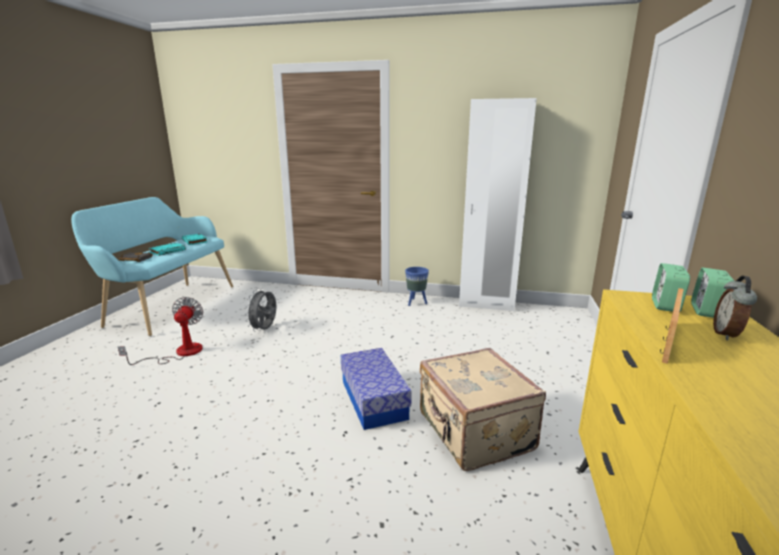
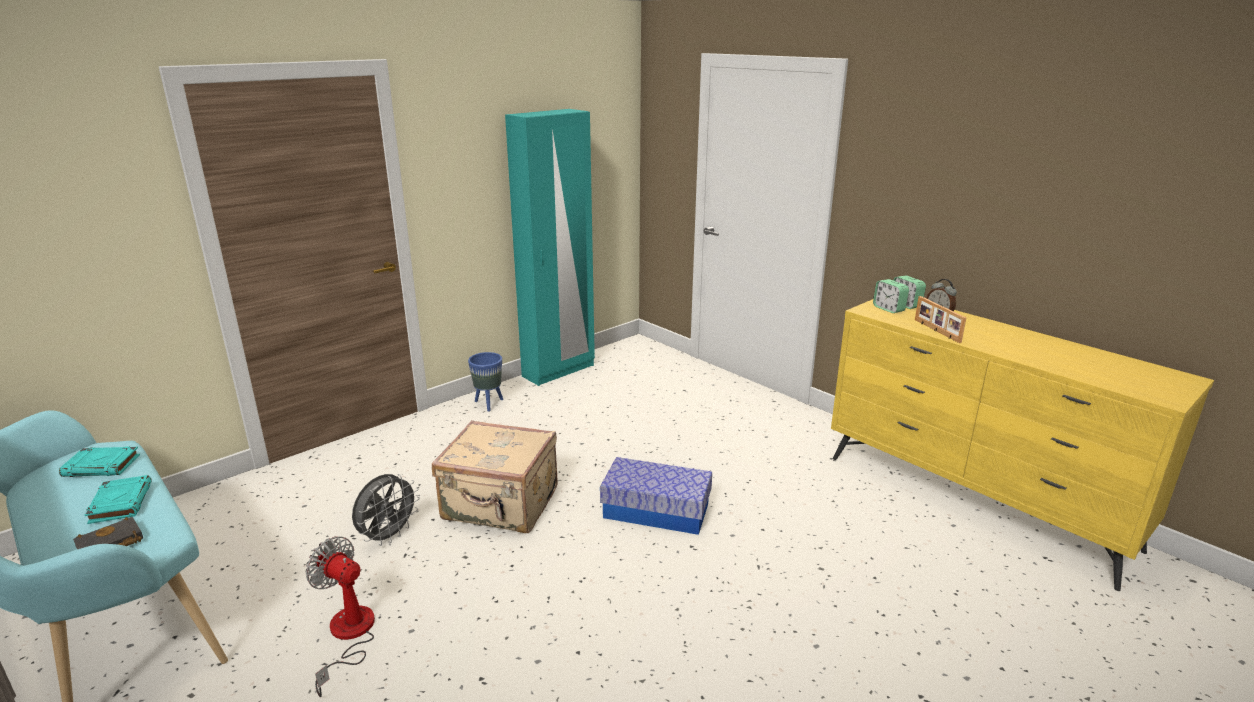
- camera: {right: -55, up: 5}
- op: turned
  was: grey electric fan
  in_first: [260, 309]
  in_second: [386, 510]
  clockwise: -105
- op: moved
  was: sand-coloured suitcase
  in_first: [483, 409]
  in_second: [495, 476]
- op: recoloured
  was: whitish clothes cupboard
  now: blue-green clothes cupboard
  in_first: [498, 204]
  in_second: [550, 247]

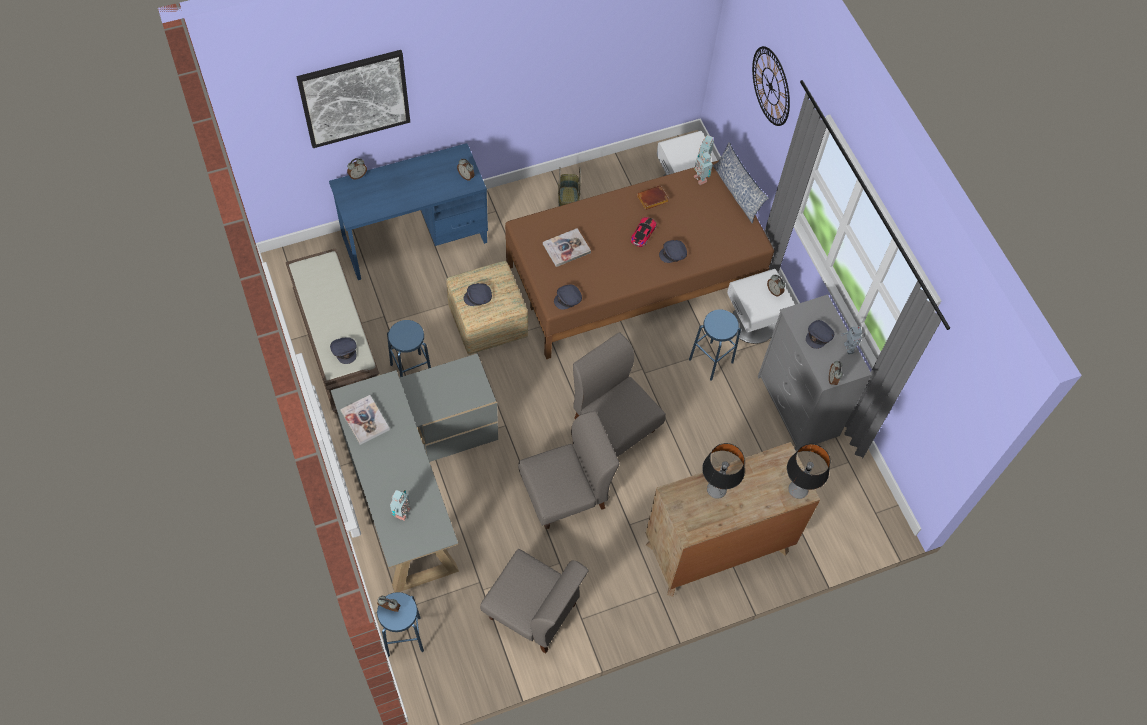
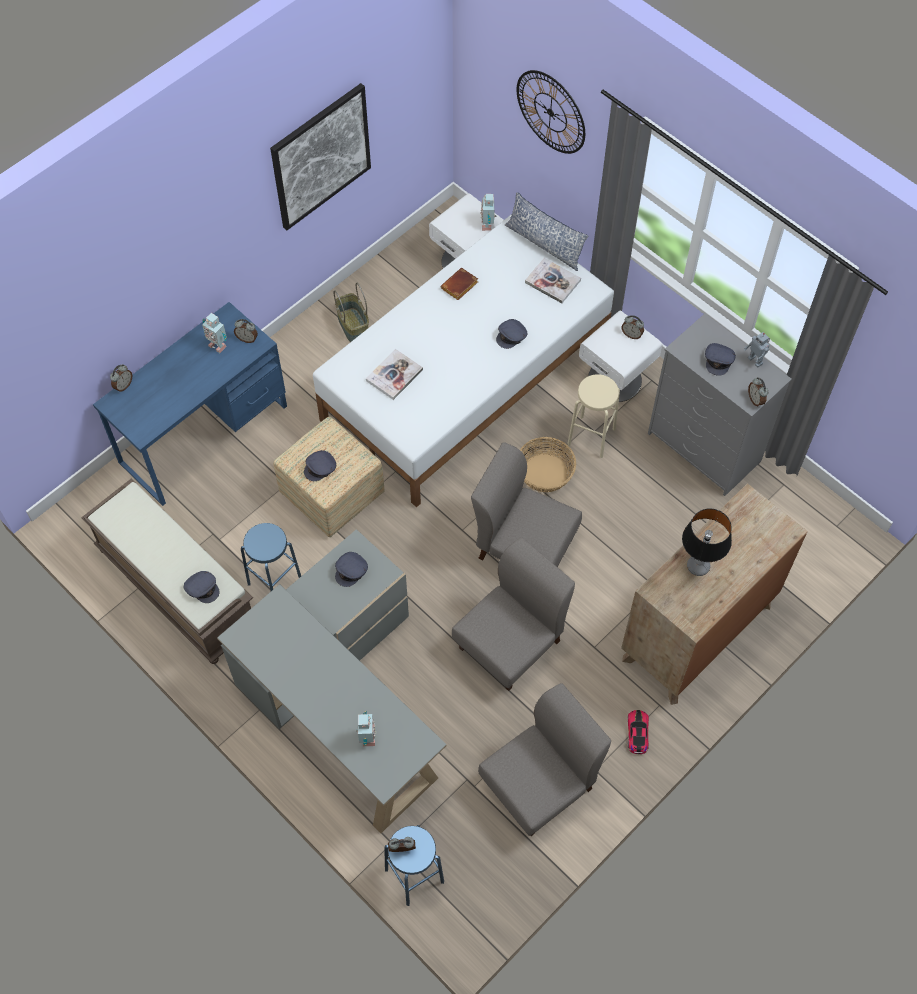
- camera: {right: -20, up: 0}
- op: moved
  was: picture
  in_first: [353, 99]
  in_second: [320, 156]
- op: moved
  was: bound book
  in_first: [365, 420]
  in_second: [553, 280]
- op: turned
  was: grey upright chair
  in_first: [534, 601]
  in_second: [544, 759]
  clockwise: -45
- op: recoloured
  was: brown-coloured bed
  now: whitish bed
  in_first: [639, 259]
  in_second: [463, 360]
- op: moved
  was: grey peaked cap
  in_first: [568, 297]
  in_second: [351, 569]
- op: moved
  was: miniature car
  in_first: [644, 232]
  in_second: [638, 732]
- op: recoloured
  was: blue-coloured stool seat
  now: sand-coloured stool seat
  in_first: [715, 345]
  in_second: [593, 416]
- op: moved
  was: model robot
  in_first: [703, 168]
  in_second: [214, 333]
- op: removed
  was: table lamp
  in_first: [808, 471]
- op: added
  now: storage basket
  in_second: [548, 464]

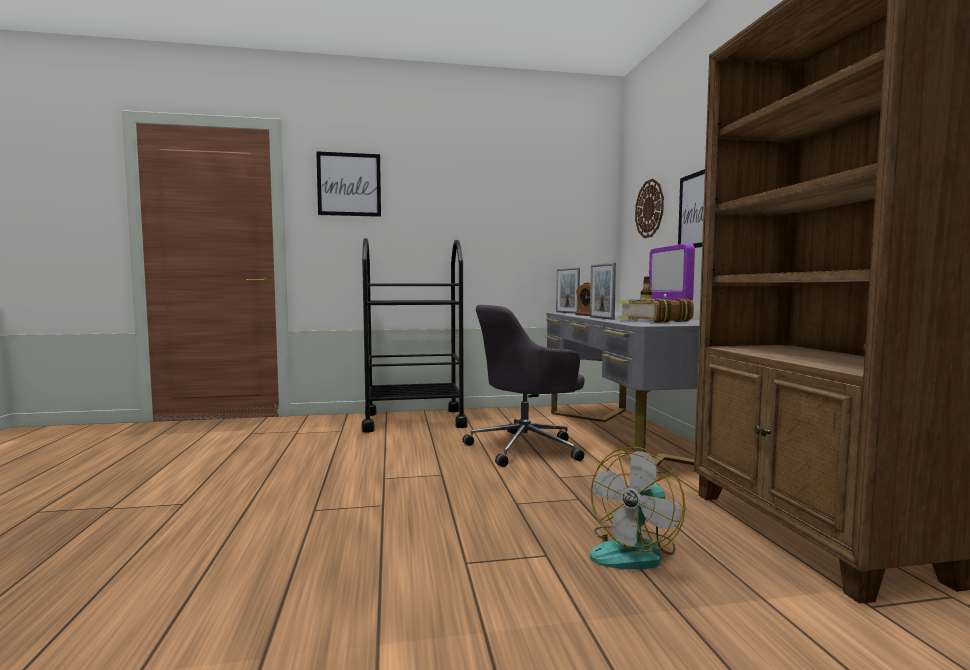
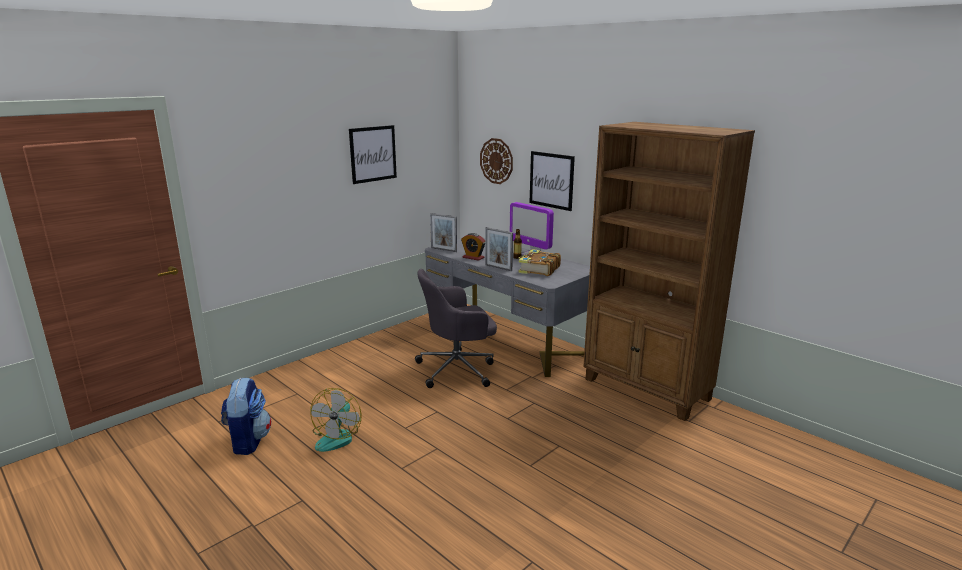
- camera: {right: -35, up: 15}
- op: moved
  was: picture
  in_first: [348, 184]
  in_second: [373, 154]
- op: removed
  was: blackish wheeled cart
  in_first: [415, 335]
- op: turned
  was: grey desk chair
  in_first: [523, 386]
  in_second: [456, 328]
  clockwise: 45
- op: moved
  was: electric fan
  in_first: [637, 508]
  in_second: [335, 420]
- op: added
  now: knapsack
  in_second: [246, 416]

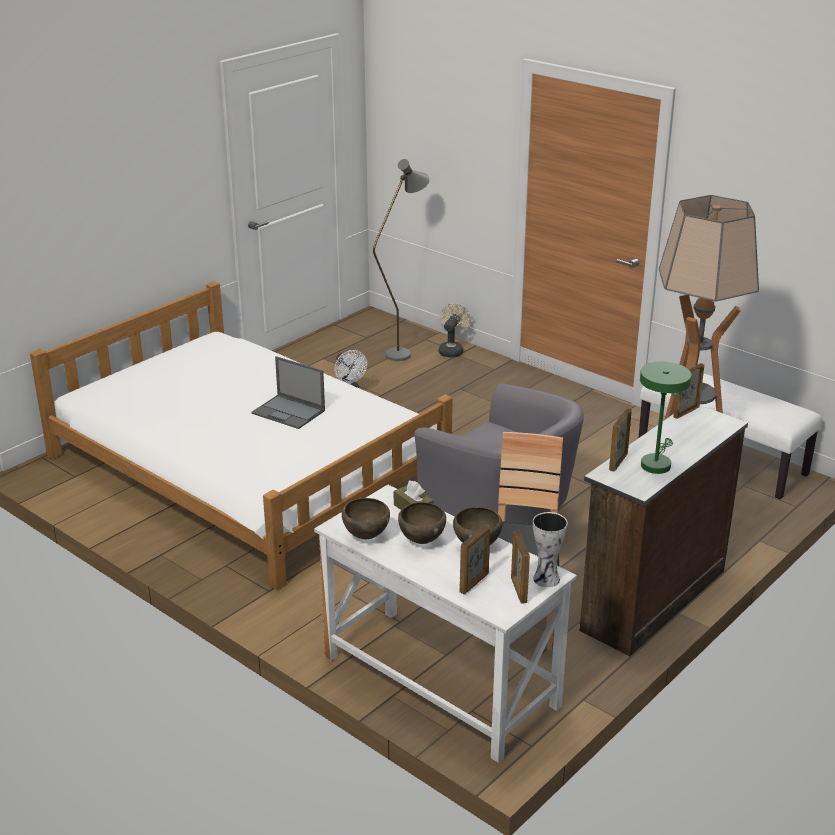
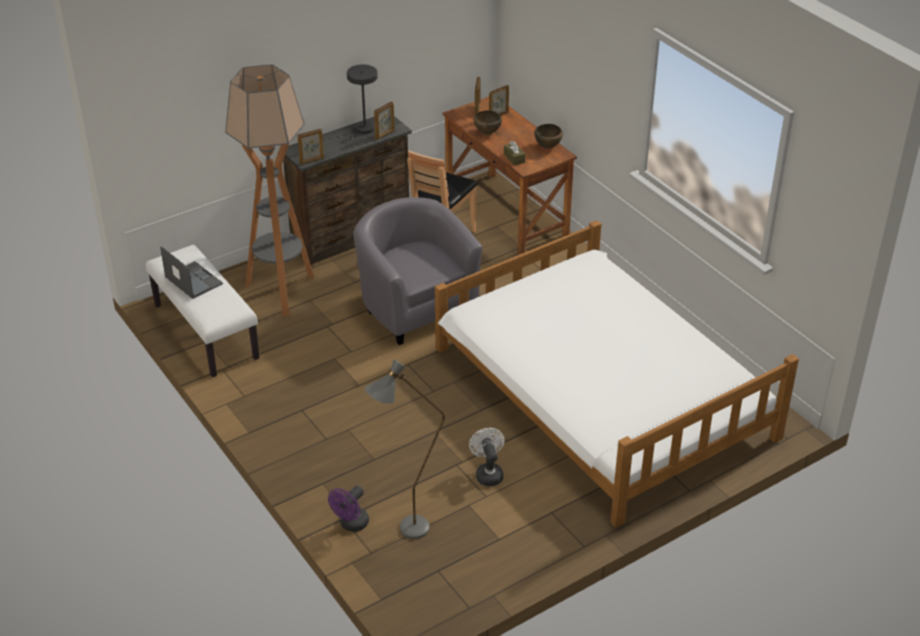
- camera: {right: -165, up: 10}
- op: moved
  was: laptop
  in_first: [288, 392]
  in_second: [191, 272]
- op: recoloured
  was: whitish desk table
  now: brown-coloured desk table
  in_first: [445, 624]
  in_second: [510, 176]
- op: removed
  was: brown-coloured serving bowl
  in_first: [422, 523]
- op: recoloured
  was: sand-coloured electric fan
  now: purple-coloured electric fan
  in_first: [455, 330]
  in_second: [348, 508]
- op: removed
  was: flower vase
  in_first: [550, 549]
- op: recoloured
  was: green-coloured table lamp
  now: grey table lamp
  in_first: [666, 418]
  in_second: [359, 103]

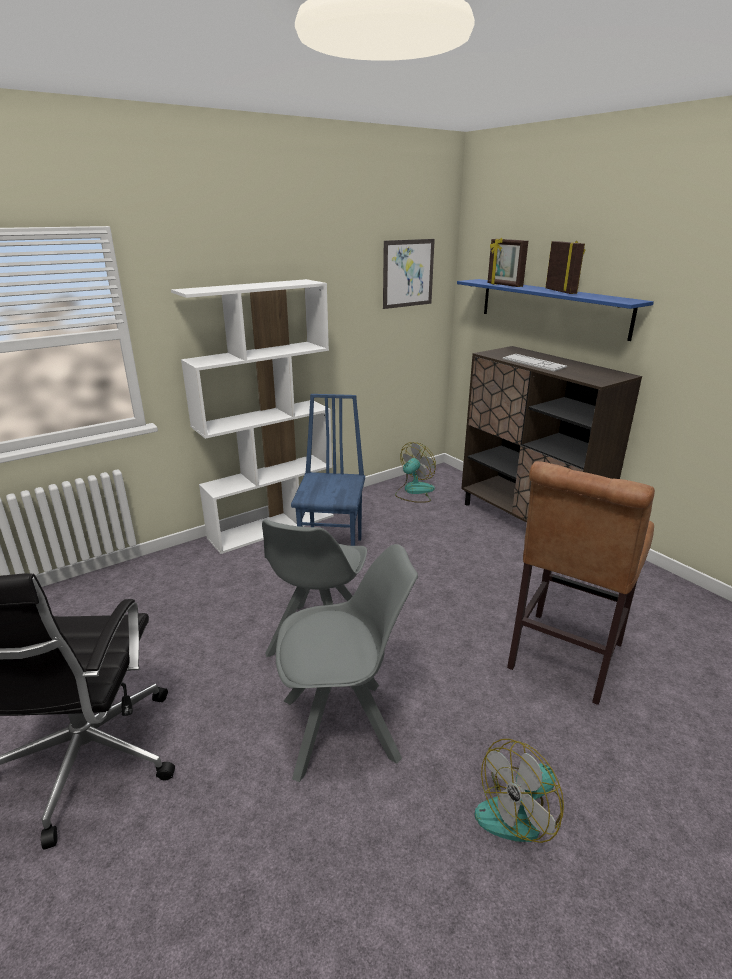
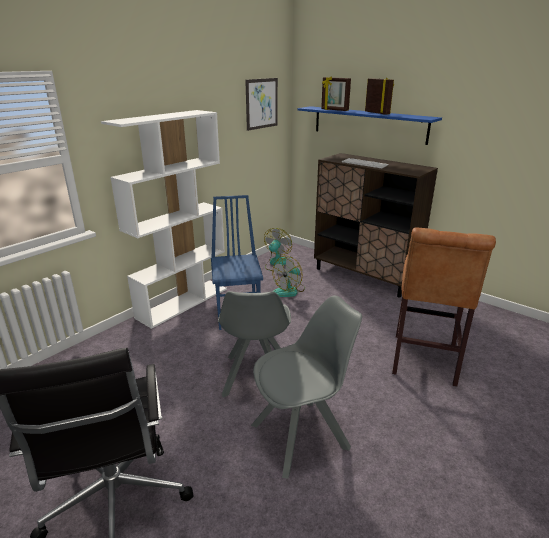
- camera: {right: -15, up: 0}
- op: moved
  was: electric fan
  in_first: [519, 791]
  in_second: [288, 276]

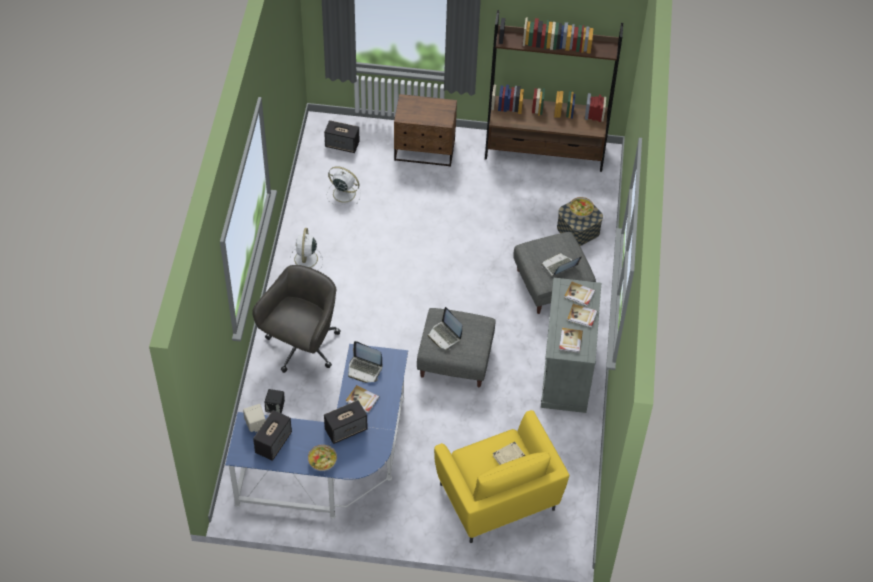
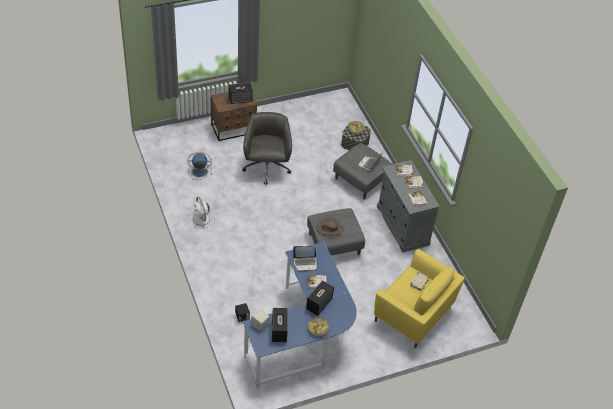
- camera: {right: -30, up: -5}
- op: moved
  was: grey desk chair
  in_first: [296, 319]
  in_second: [267, 148]
- op: moved
  was: loudspeaker
  in_first: [342, 136]
  in_second: [241, 93]
- op: recoloured
  was: whitish electric fan
  now: blue-coloured electric fan
  in_first: [343, 185]
  in_second: [200, 166]
- op: replaced
  was: laptop
  now: brown-coloured clothing hat
  in_first: [445, 328]
  in_second: [330, 227]
- op: removed
  was: brown-coloured shelving unit
  in_first: [554, 91]

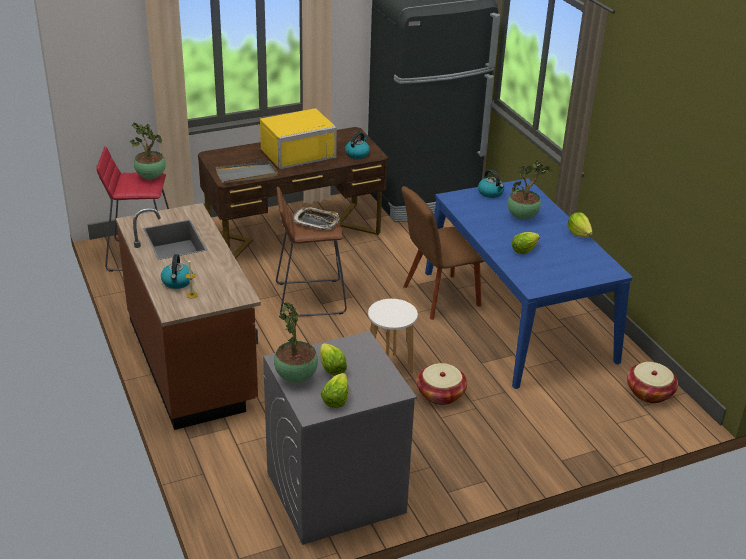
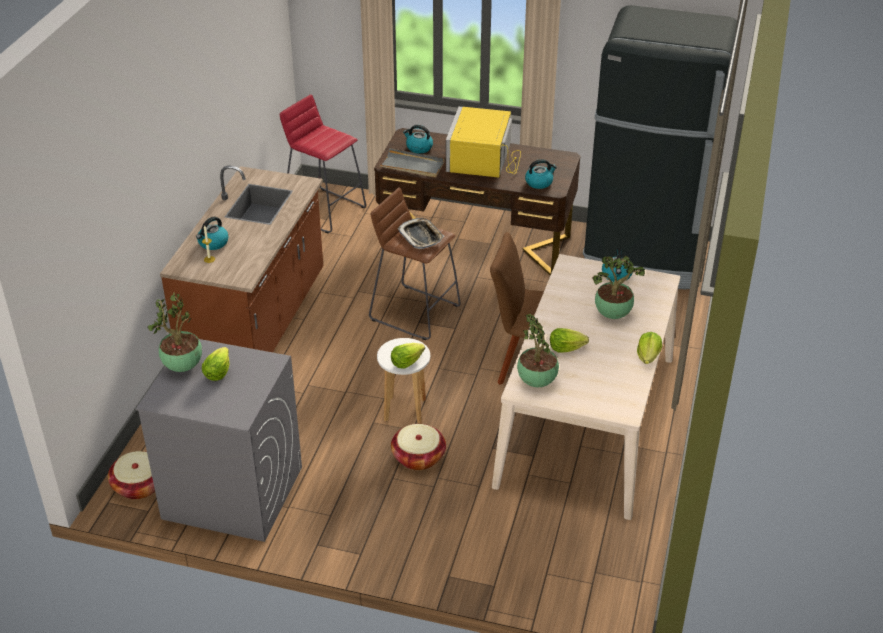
- camera: {right: 40, up: 5}
- op: moved
  was: houseplant
  in_first: [147, 151]
  in_second: [538, 350]
- op: turned
  was: yellow-coloured microwave oven
  in_first: [298, 138]
  in_second: [483, 141]
  clockwise: 90
- op: moved
  was: head of lettuce
  in_first: [334, 390]
  in_second: [408, 356]
- op: recoloured
  was: blue-coloured dining table
  now: sand-coloured dining table
  in_first: [529, 284]
  in_second: [586, 387]
- op: moved
  was: storage basket
  in_first: [652, 382]
  in_second: [131, 475]
- op: added
  now: water kettle
  in_second: [418, 139]

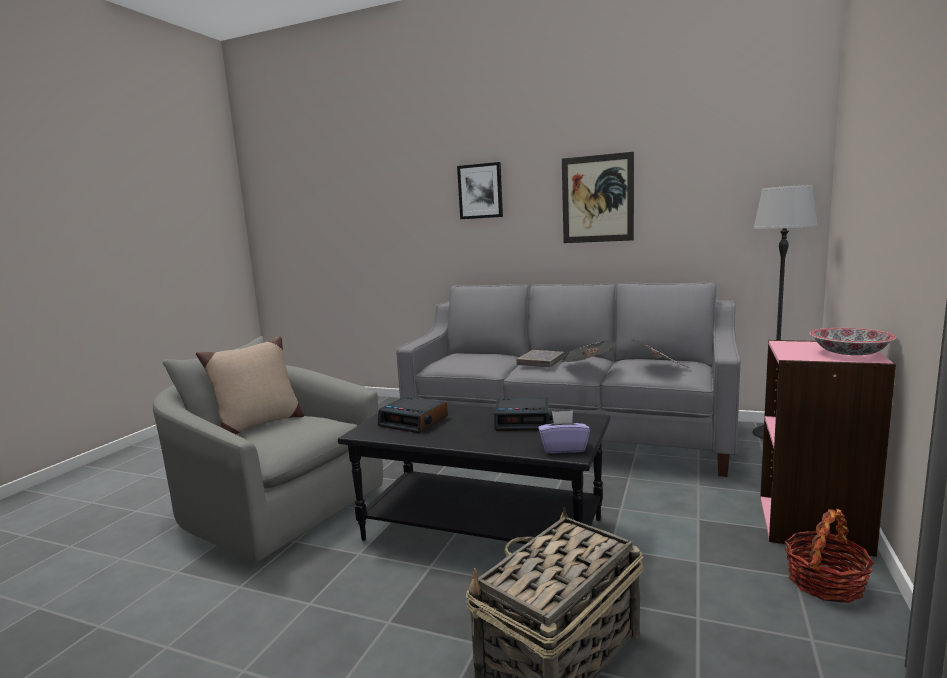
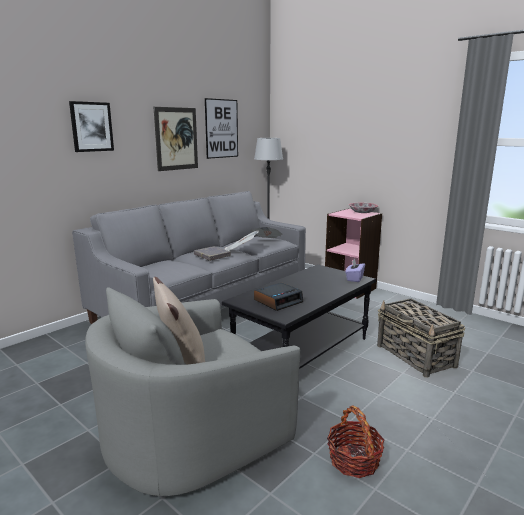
- camera: {right: -70, up: 5}
- op: removed
  was: alarm clock
  in_first: [523, 414]
- op: moved
  was: storage basket
  in_first: [829, 556]
  in_second: [355, 441]
- op: added
  now: picture
  in_second: [221, 128]

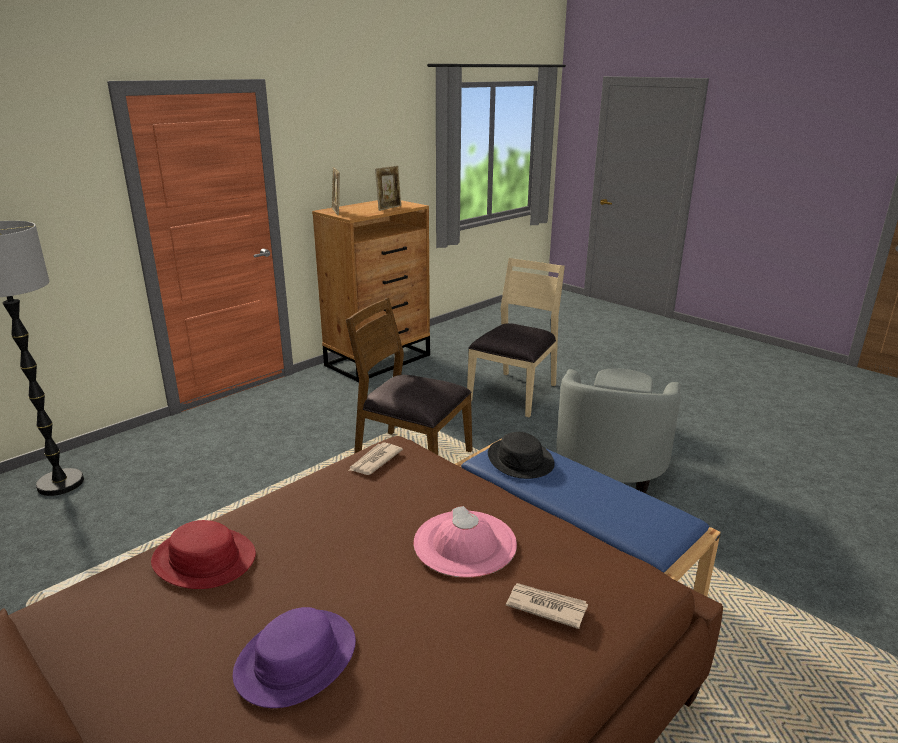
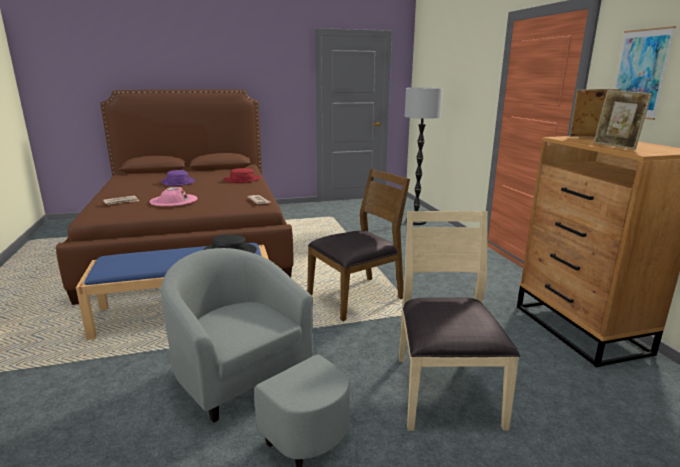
- camera: {right: 120, up: -5}
- op: turned
  was: sand-coloured upright chair
  in_first: [516, 337]
  in_second: [459, 321]
  clockwise: -150
- op: added
  now: picture
  in_second: [645, 73]

